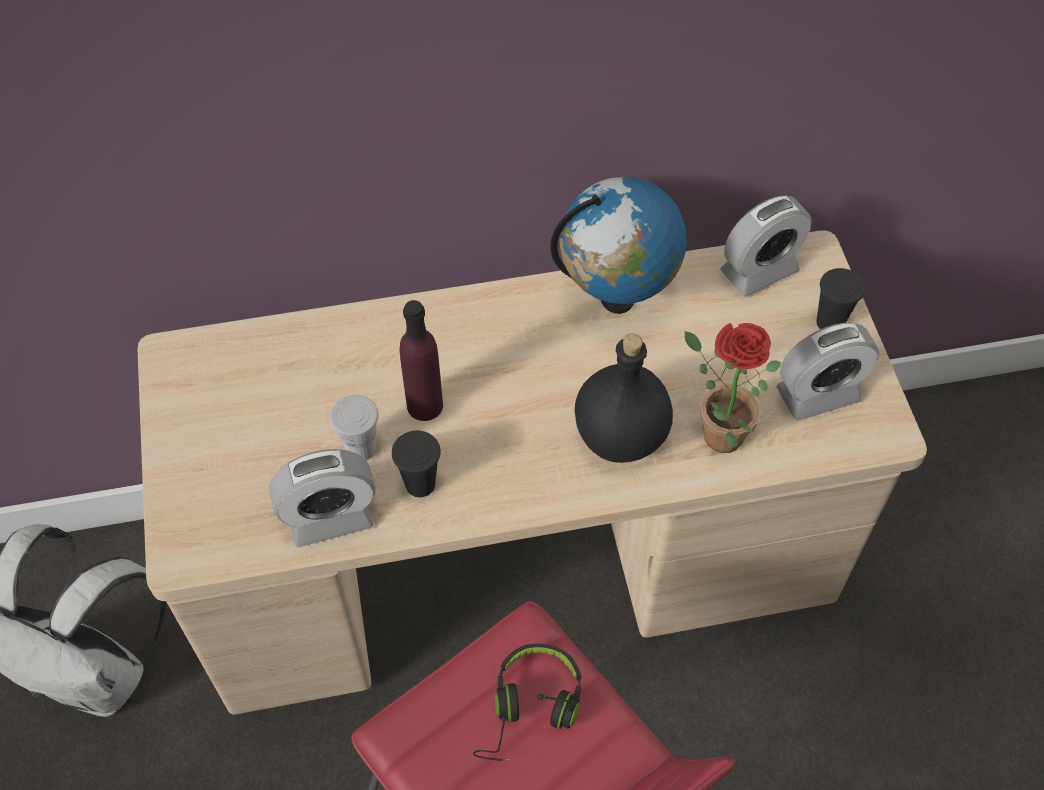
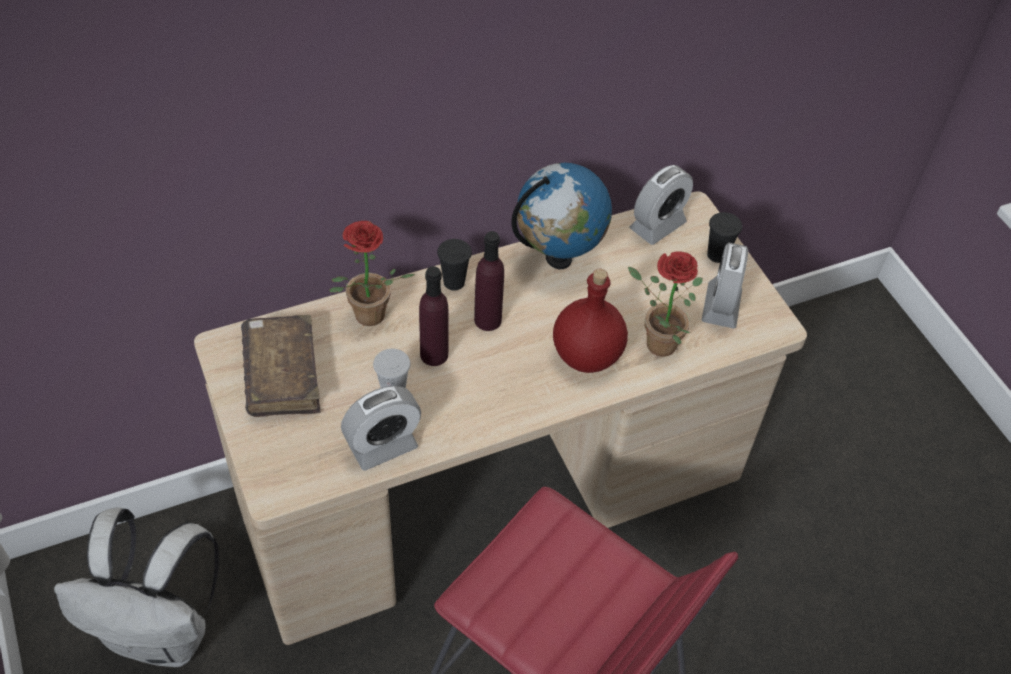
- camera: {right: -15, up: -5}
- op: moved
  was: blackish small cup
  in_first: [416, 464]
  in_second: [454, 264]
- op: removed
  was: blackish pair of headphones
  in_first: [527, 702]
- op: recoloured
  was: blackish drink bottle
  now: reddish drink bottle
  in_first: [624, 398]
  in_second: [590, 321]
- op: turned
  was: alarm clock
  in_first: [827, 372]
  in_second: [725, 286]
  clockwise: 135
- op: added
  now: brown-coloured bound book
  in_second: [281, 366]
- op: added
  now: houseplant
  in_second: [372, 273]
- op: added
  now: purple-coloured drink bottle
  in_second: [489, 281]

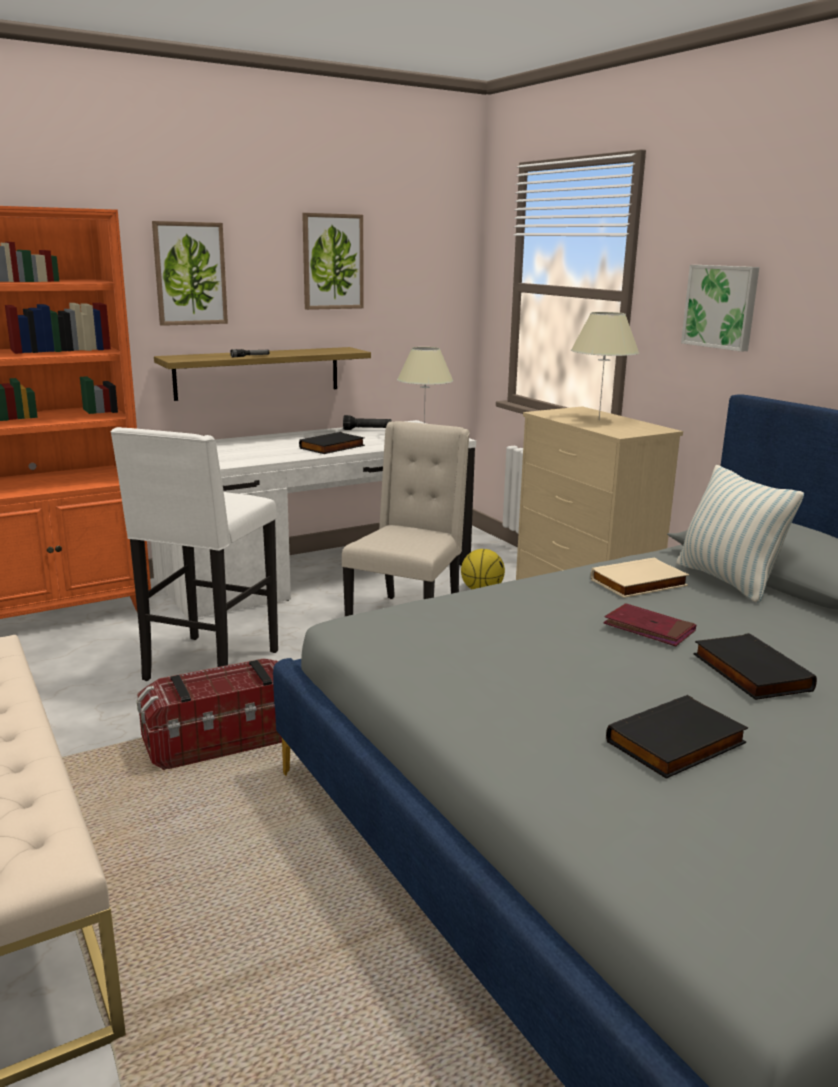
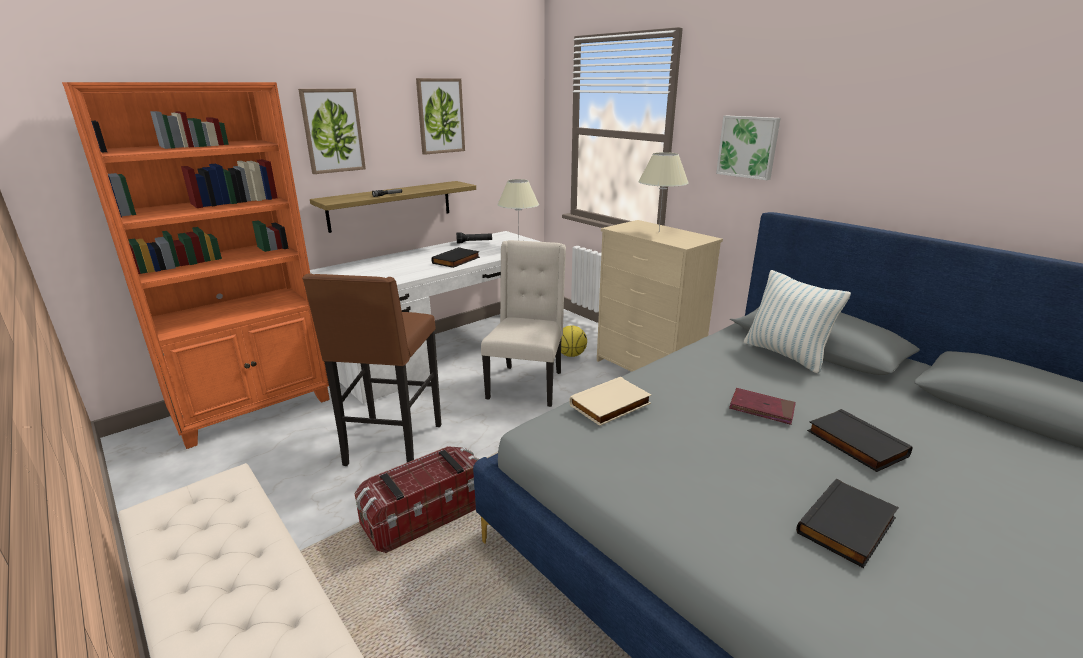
- camera: {right: -10, up: 5}
- op: recoloured
  was: whitish stool seat
  now: brown-coloured stool seat
  in_first: [194, 554]
  in_second: [372, 369]
- op: moved
  was: sand-coloured bound book
  in_first: [640, 577]
  in_second: [610, 401]

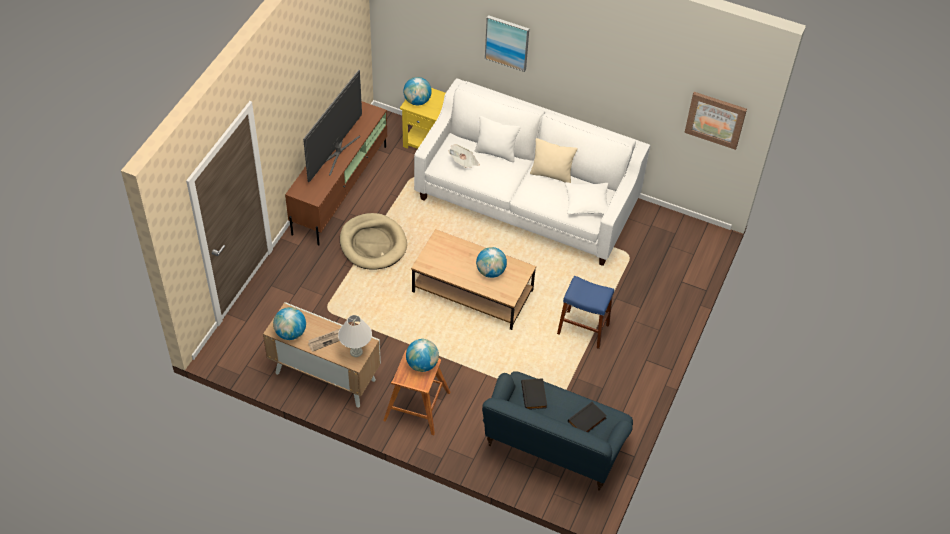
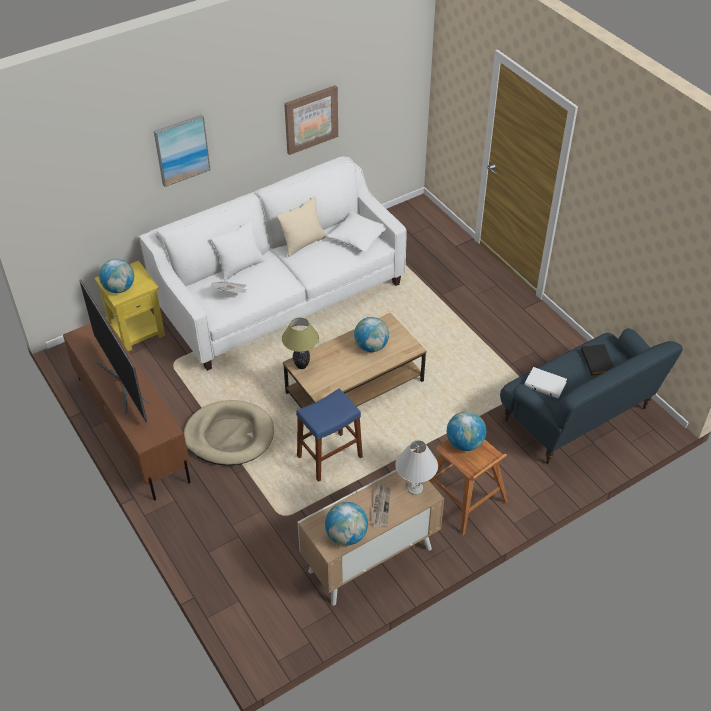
- camera: {right: -55, up: -5}
- op: recoloured
  was: blackish bound book
  now: whitish bound book
  in_first: [534, 394]
  in_second: [545, 382]
- op: moved
  was: blue-coloured stool seat
  in_first: [585, 312]
  in_second: [329, 435]
- op: moved
  was: picture
  in_first: [715, 121]
  in_second: [311, 120]
- op: added
  now: table lamp
  in_second: [300, 343]

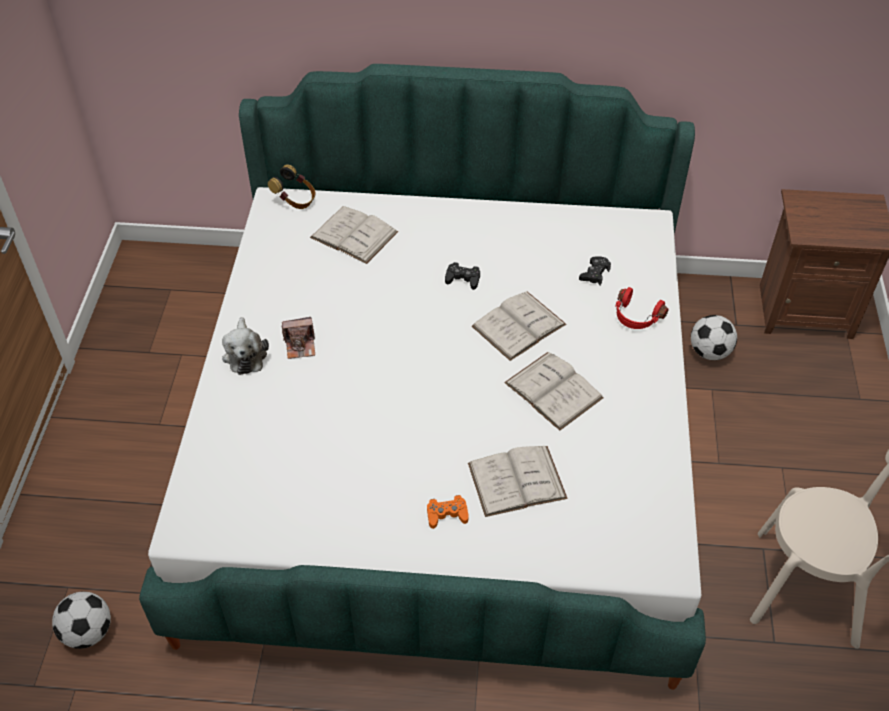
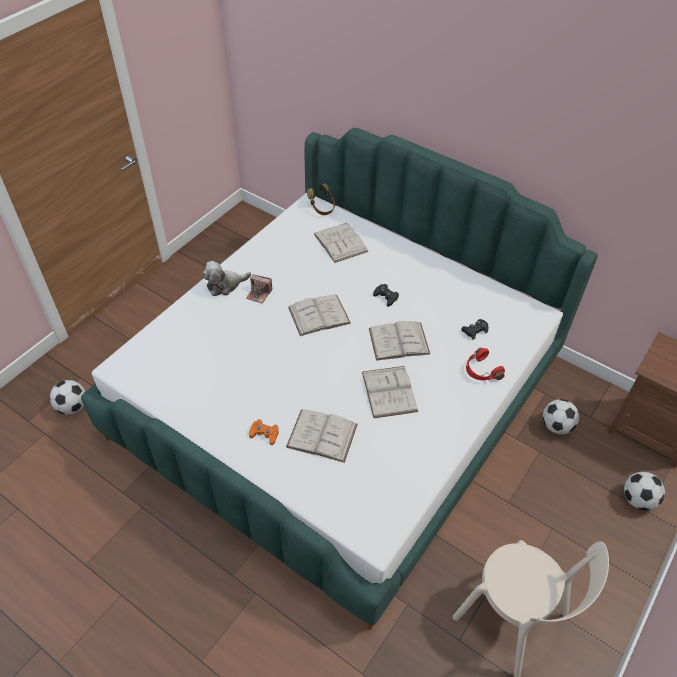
- camera: {right: 30, up: 0}
- op: turned
  was: cuddly toy
  in_first: [245, 346]
  in_second: [226, 278]
  clockwise: 45
- op: added
  now: whitish bound book
  in_second: [319, 315]
- op: added
  now: football ball
  in_second: [644, 491]

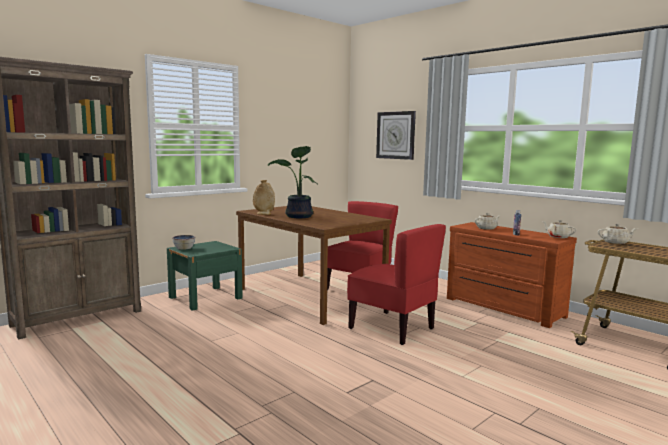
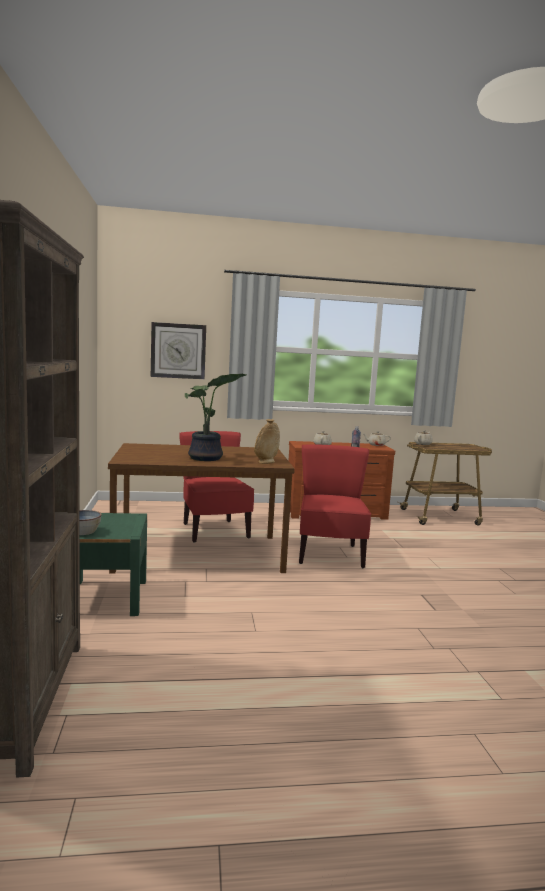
- camera: {right: -55, up: 0}
- op: moved
  was: sand-coloured flower vase
  in_first: [264, 197]
  in_second: [267, 441]
- op: turned
  was: reddish upright chair
  in_first: [396, 284]
  in_second: [335, 506]
  clockwise: -75

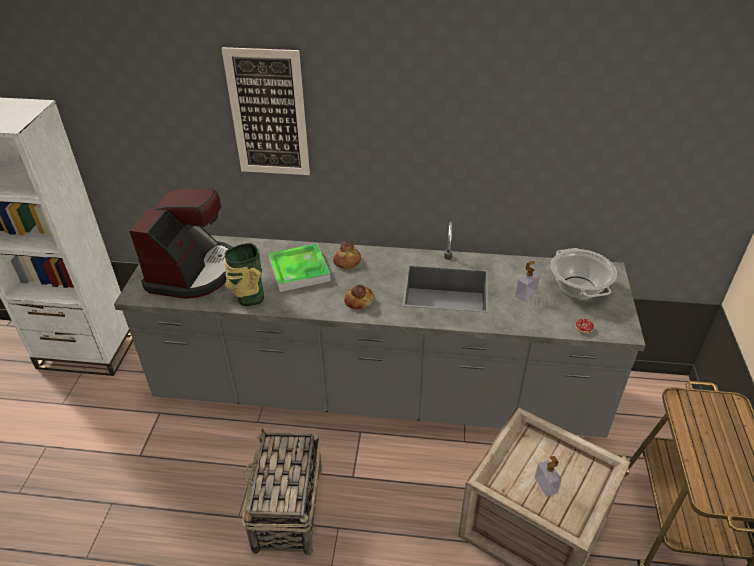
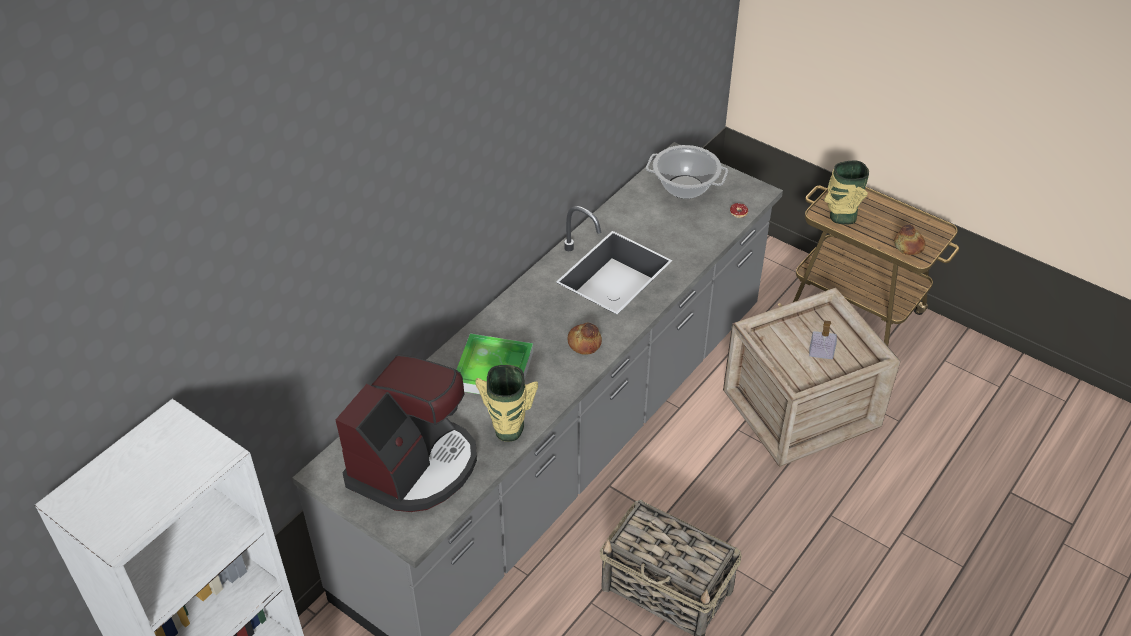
- camera: {right: -60, up: 5}
- op: turned
  was: coffee maker
  in_first: [180, 243]
  in_second: [406, 433]
  clockwise: 75
- op: removed
  was: picture
  in_first: [265, 111]
- op: moved
  was: bakery bread
  in_first: [347, 255]
  in_second: [909, 239]
- op: removed
  was: soap bottle
  in_first: [527, 281]
- op: added
  now: flower vase
  in_second: [846, 192]

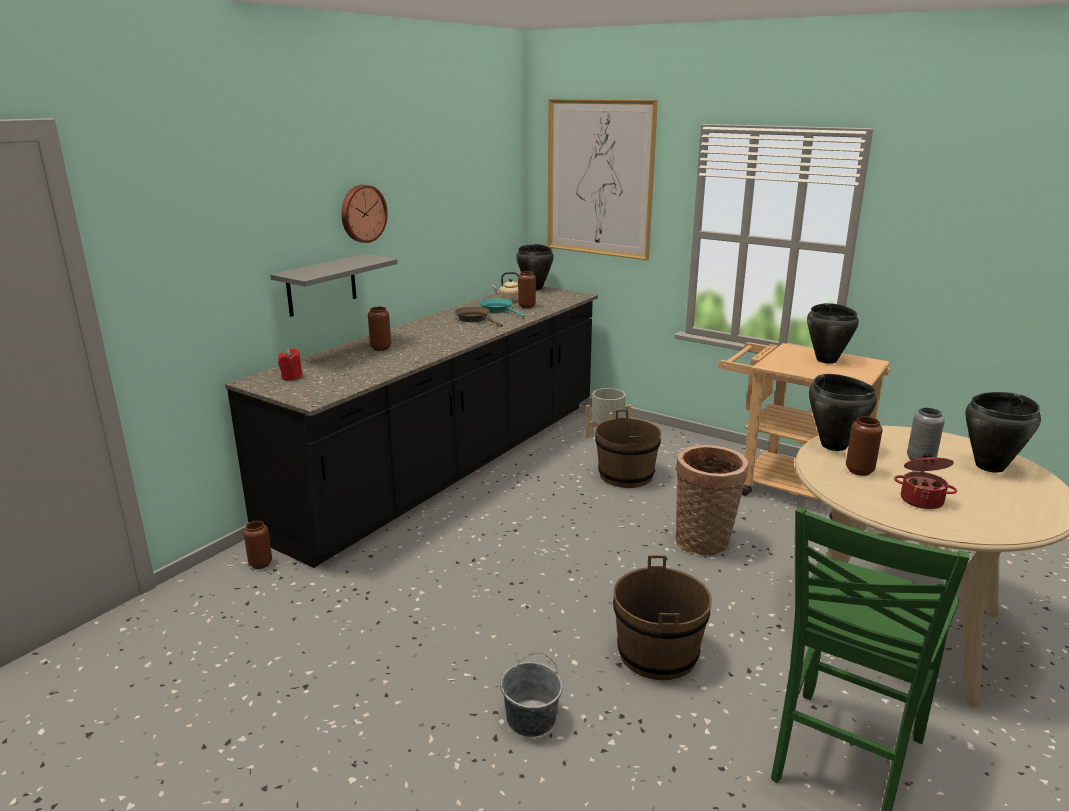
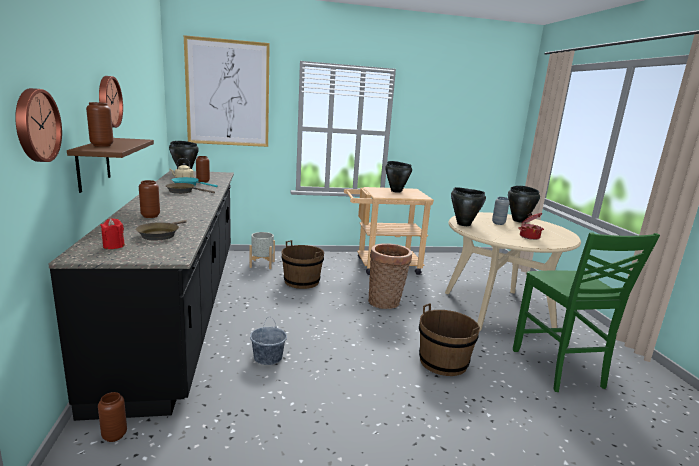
- camera: {right: -45, up: -5}
- op: recoloured
  was: grey wall shelf
  now: brown-coloured wall shelf
  in_first: [333, 285]
  in_second: [110, 165]
- op: moved
  was: grey bucket
  in_first: [531, 695]
  in_second: [268, 341]
- op: moved
  was: brown-coloured flower vase
  in_first: [864, 446]
  in_second: [100, 124]
- op: added
  now: wall clock
  in_second: [38, 125]
- op: added
  now: brown-coloured skillet
  in_second: [161, 230]

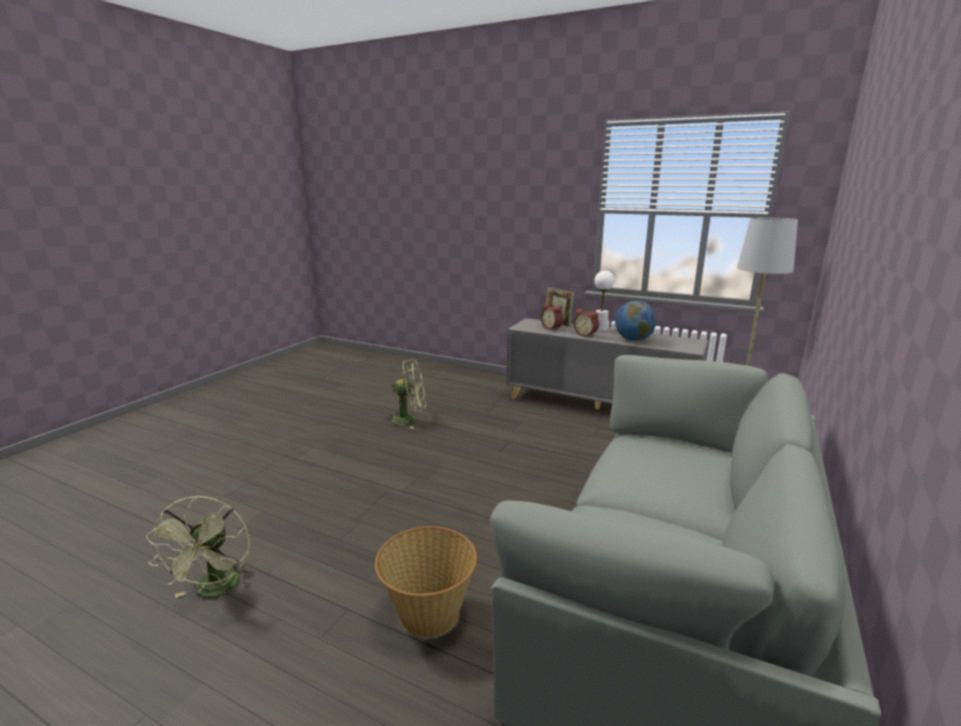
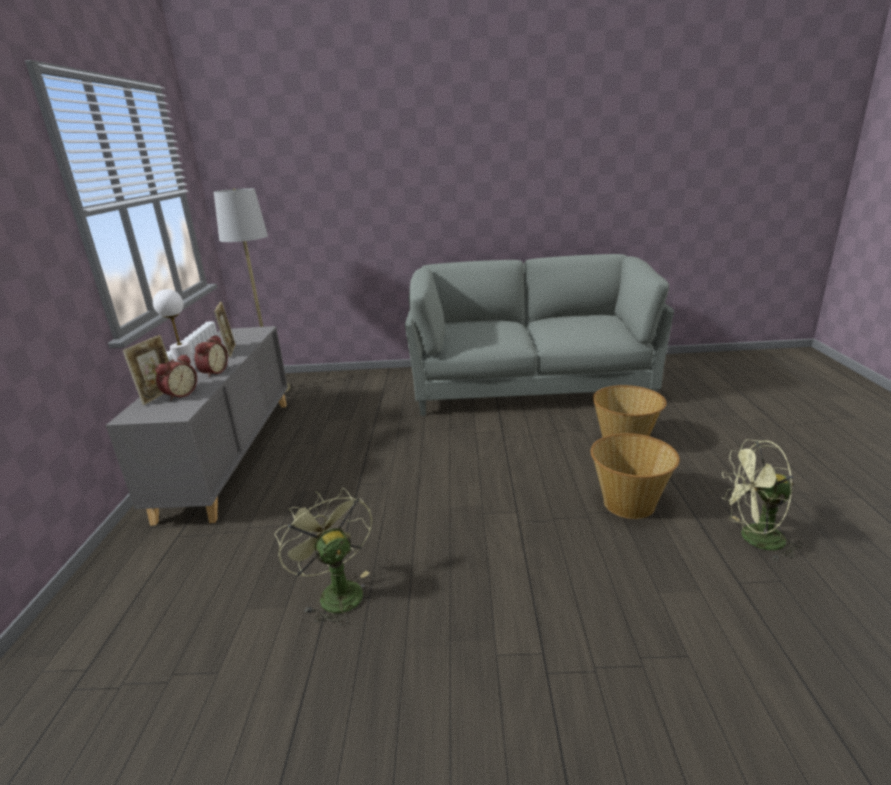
- camera: {right: -115, up: 5}
- op: turned
  was: green-coloured electric fan
  in_first: [200, 547]
  in_second: [761, 500]
  clockwise: -150
- op: replaced
  was: globe
  now: photo frame
  in_first: [636, 321]
  in_second: [225, 329]
- op: added
  now: storage basket
  in_second: [635, 476]

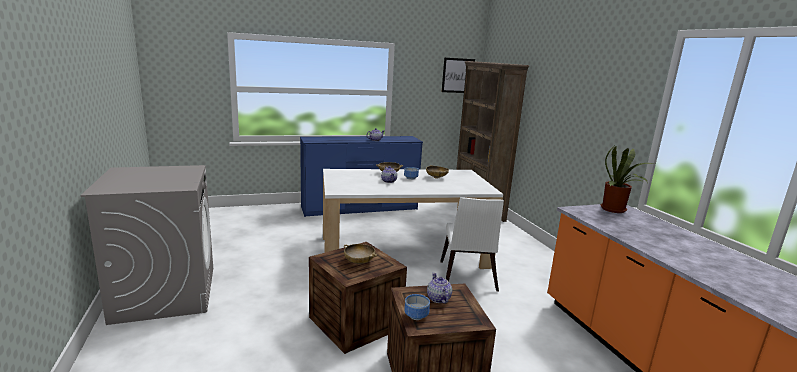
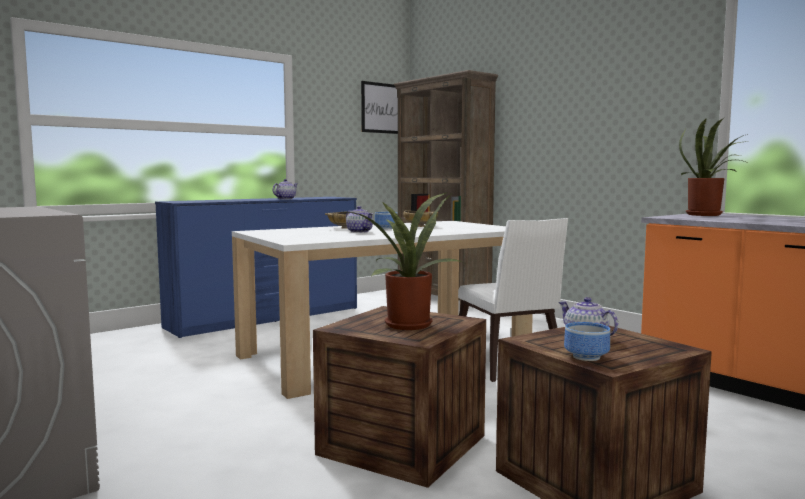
- camera: {right: -20, up: -10}
- op: replaced
  was: sand-coloured serving bowl
  now: houseplant
  in_first: [360, 254]
  in_second: [405, 261]

